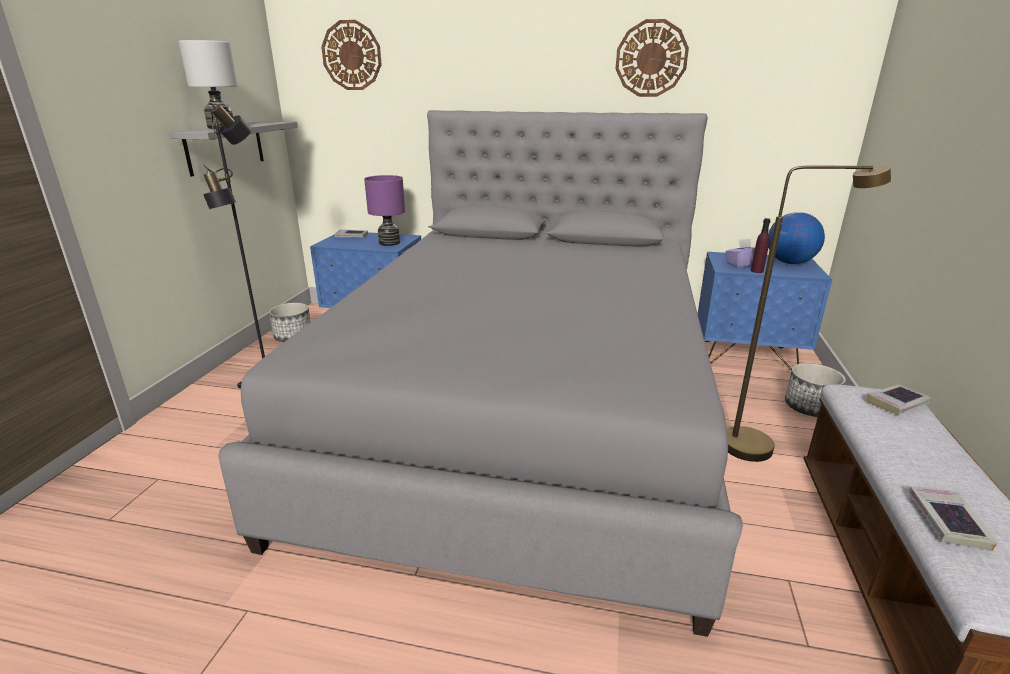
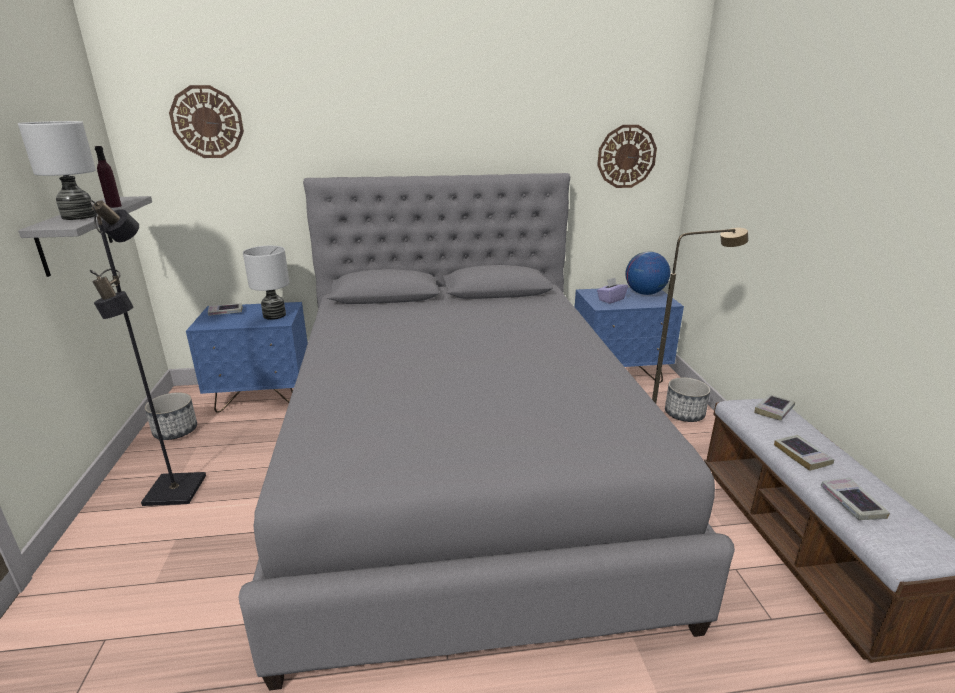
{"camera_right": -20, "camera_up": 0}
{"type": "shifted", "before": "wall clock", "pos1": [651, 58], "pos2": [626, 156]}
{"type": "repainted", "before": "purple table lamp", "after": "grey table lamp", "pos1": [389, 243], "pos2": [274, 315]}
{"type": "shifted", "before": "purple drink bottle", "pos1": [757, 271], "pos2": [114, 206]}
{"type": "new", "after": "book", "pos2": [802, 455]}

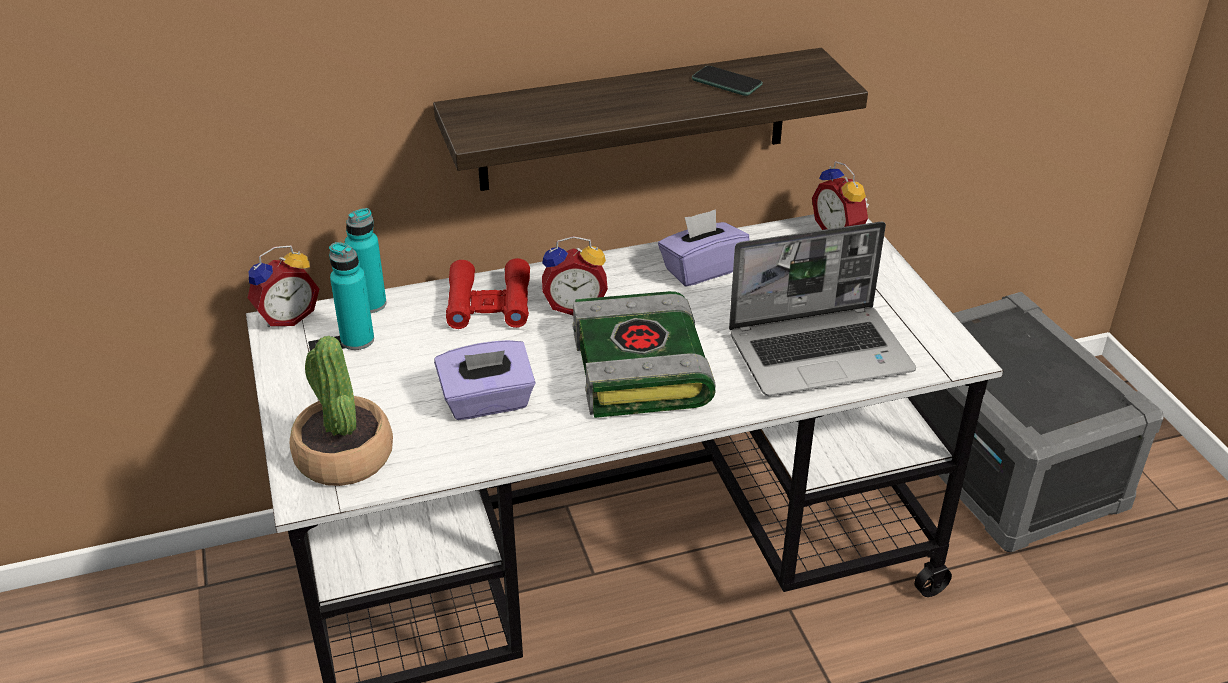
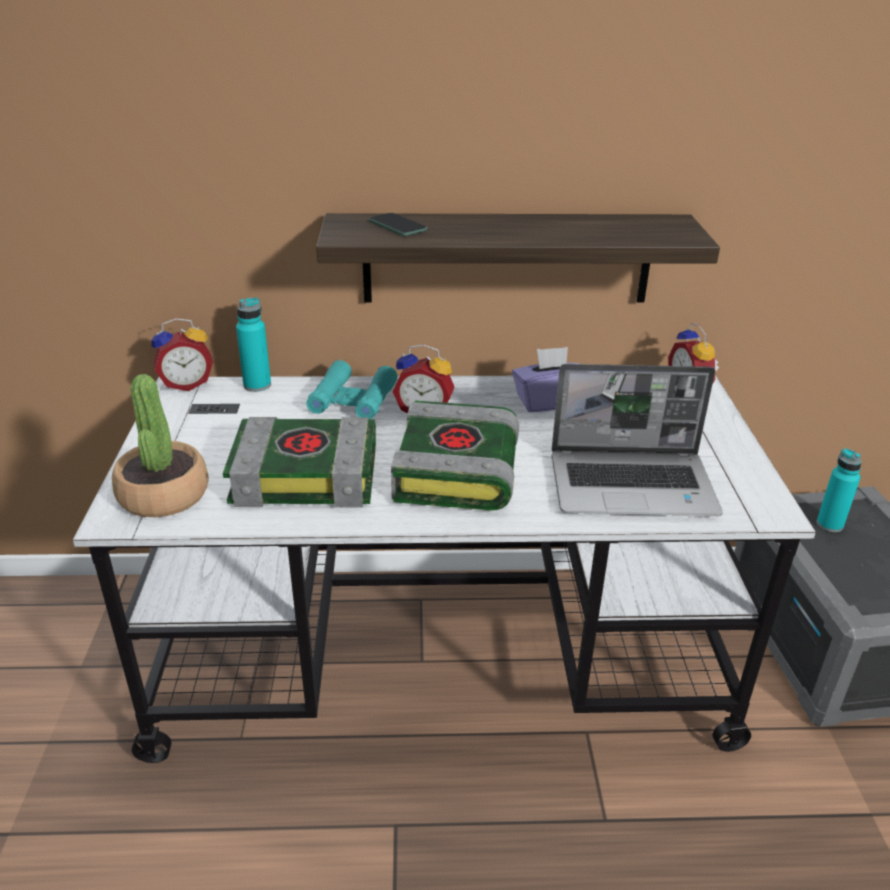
{"camera_right": 15, "camera_up": -5}
{"type": "shifted", "before": "handset", "pos1": [726, 82], "pos2": [397, 226]}
{"type": "shifted", "before": "turquoise drink bottle", "pos1": [357, 340], "pos2": [829, 524]}
{"type": "repainted", "before": "red pair of binoculars", "after": "turquoise pair of binoculars", "pos1": [489, 304], "pos2": [353, 399]}
{"type": "swapped", "before": "purple tissue box", "after": "book", "pos1": [487, 402], "pos2": [308, 474]}

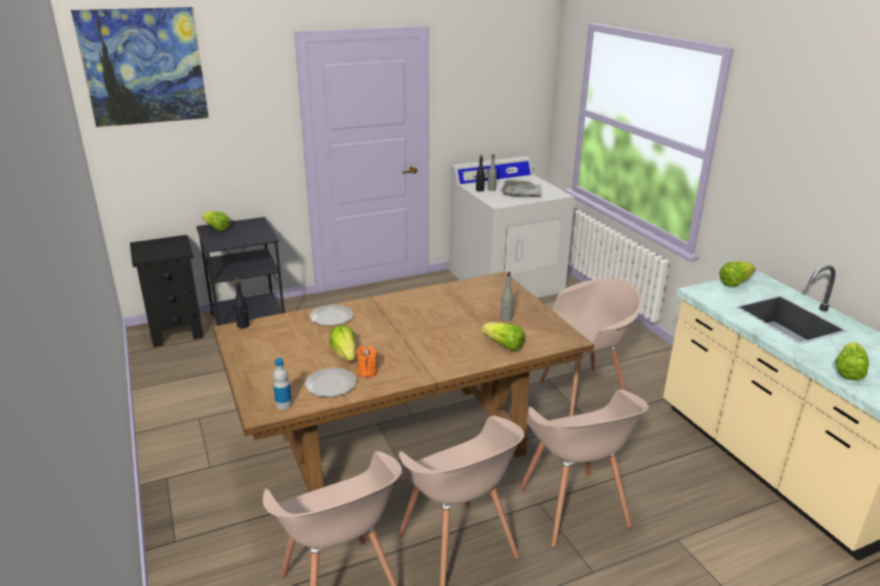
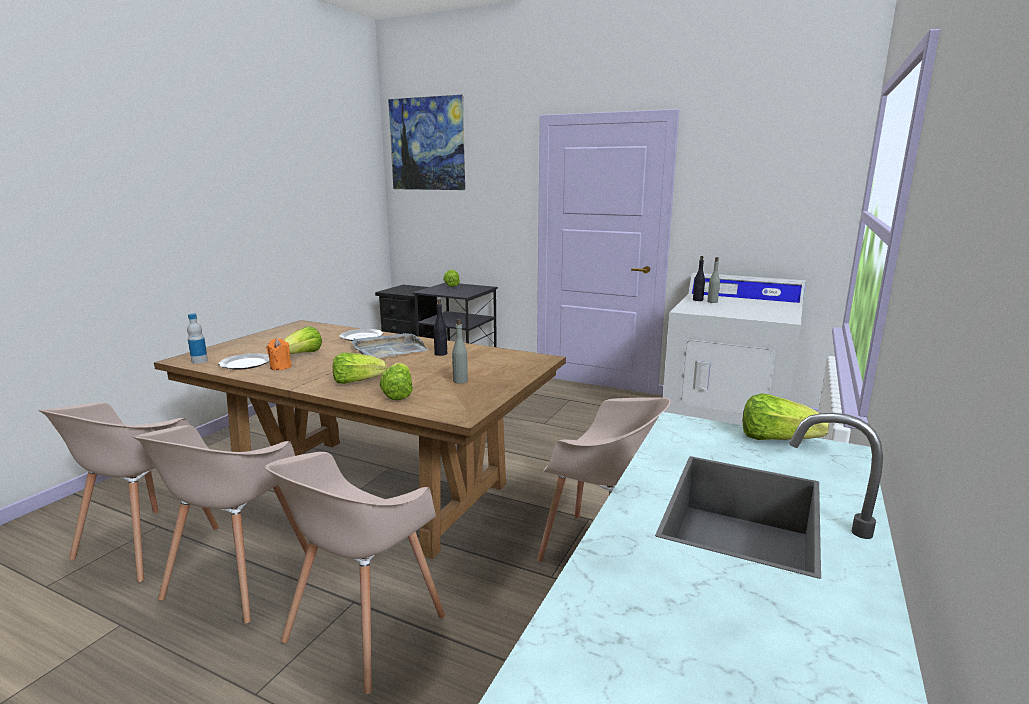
{"camera_right": 50, "camera_up": -10}
{"type": "shifted", "before": "grey tray", "pos1": [522, 191], "pos2": [388, 349]}
{"type": "shifted", "before": "black drink bottle", "pos1": [243, 325], "pos2": [441, 354]}
{"type": "shifted", "before": "head of lettuce", "pos1": [848, 371], "pos2": [357, 381]}

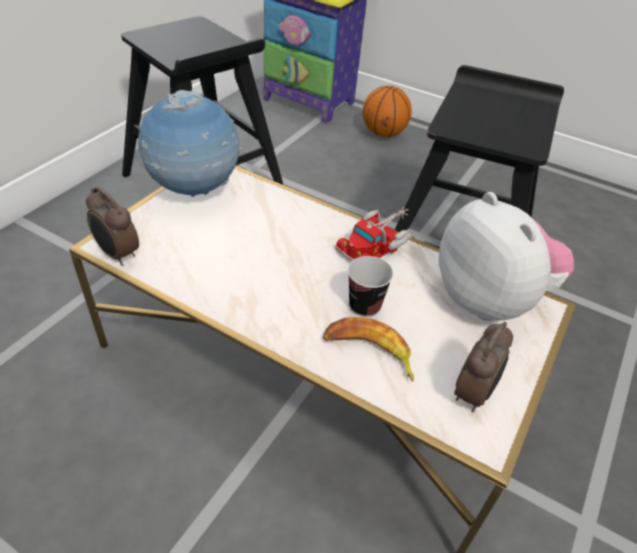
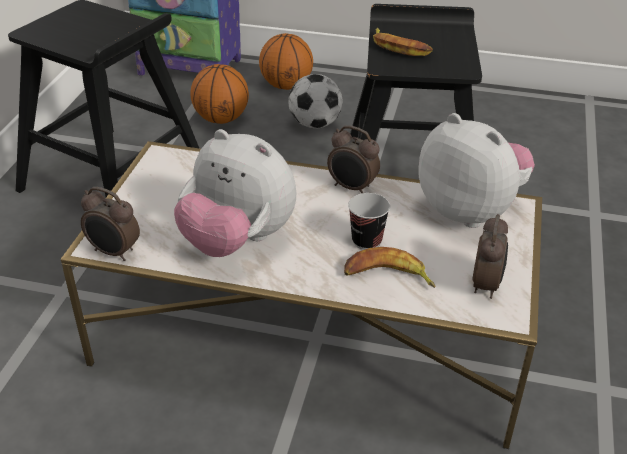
{"camera_right": -15, "camera_up": -5}
{"type": "gone", "before": "globe", "pos1": [194, 191]}
{"type": "swapped", "before": "model truck", "after": "alarm clock", "pos1": [375, 244], "pos2": [352, 188]}
{"type": "new", "after": "banana", "pos2": [399, 47]}
{"type": "new", "after": "basketball ball", "pos2": [221, 119]}
{"type": "new", "after": "ball for football", "pos2": [315, 124]}
{"type": "new", "after": "cuddly toy", "pos2": [238, 241]}

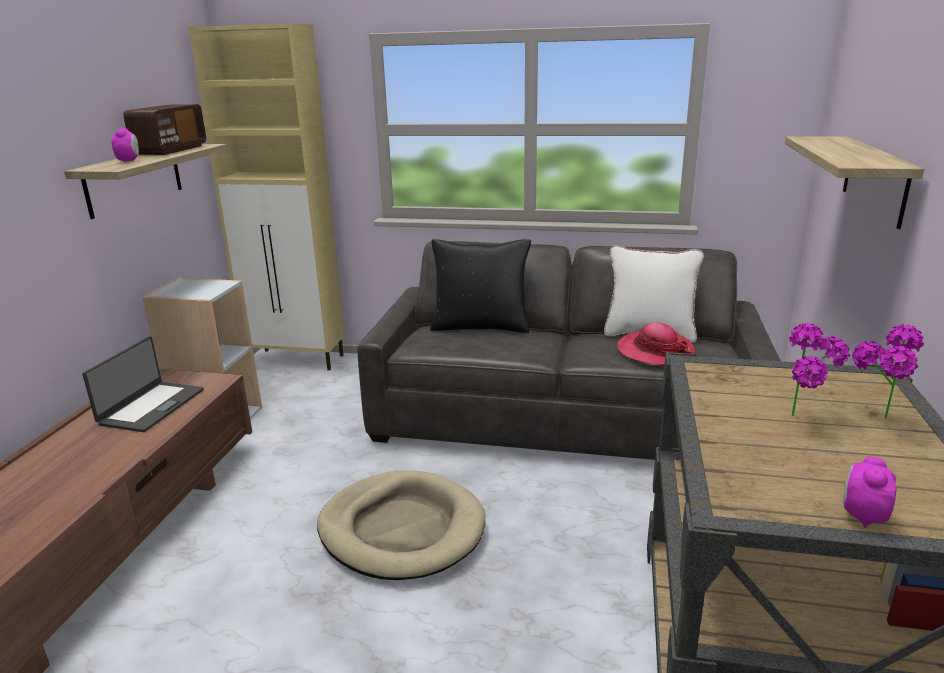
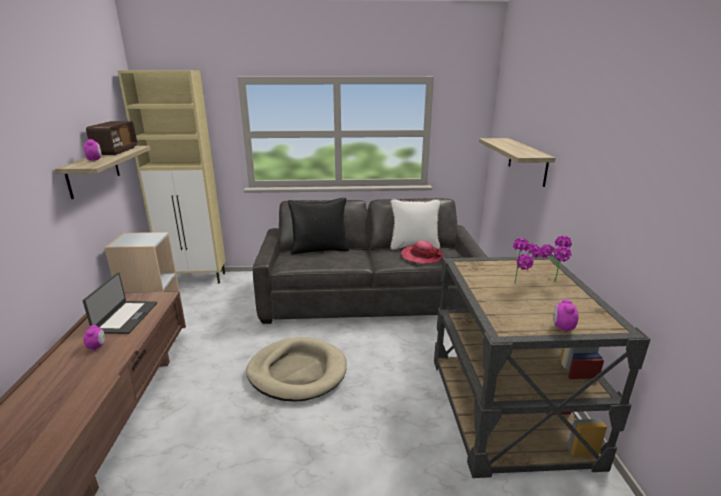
{"camera_right": -15, "camera_up": 0}
{"type": "new", "after": "alarm clock", "pos2": [97, 346]}

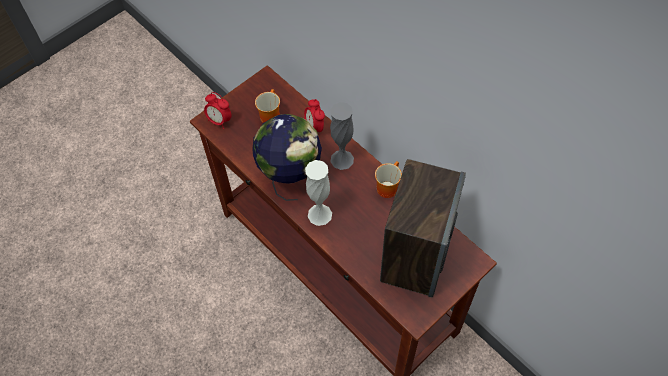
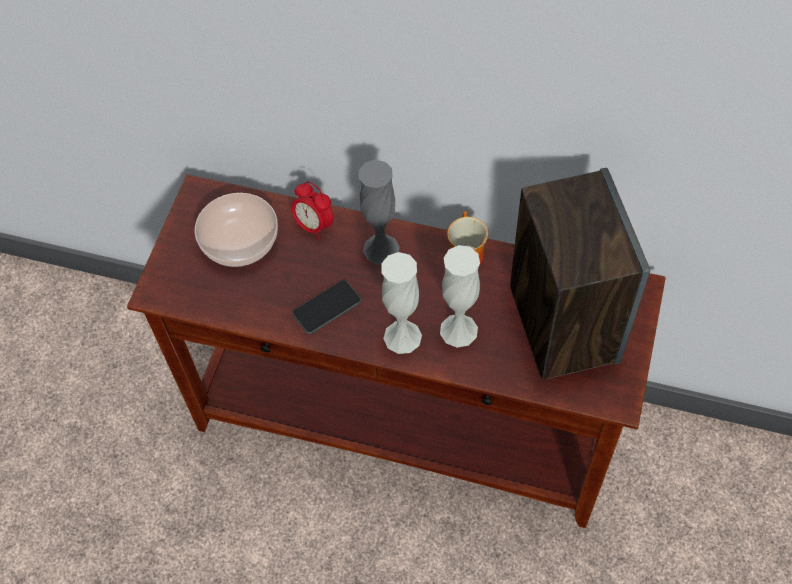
{"camera_right": -30, "camera_up": 0}
{"type": "swapped", "before": "mug", "after": "serving bowl", "pos1": [269, 115], "pos2": [238, 240]}
{"type": "gone", "before": "alarm clock", "pos1": [219, 121]}
{"type": "swapped", "before": "globe", "after": "handset", "pos1": [290, 176], "pos2": [326, 307]}
{"type": "new", "after": "white flower vase", "pos2": [458, 330]}

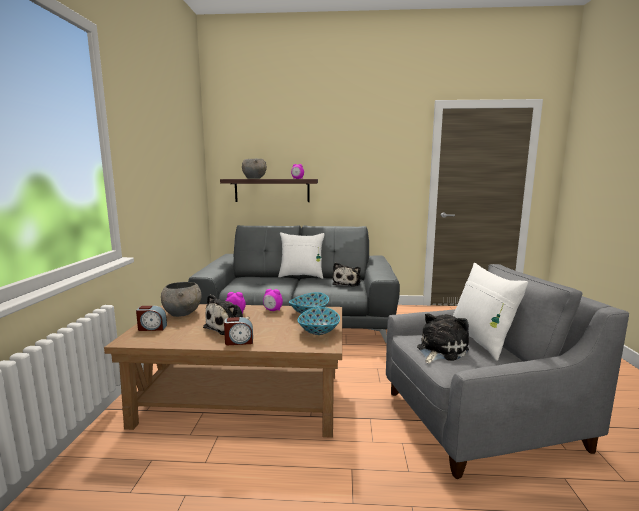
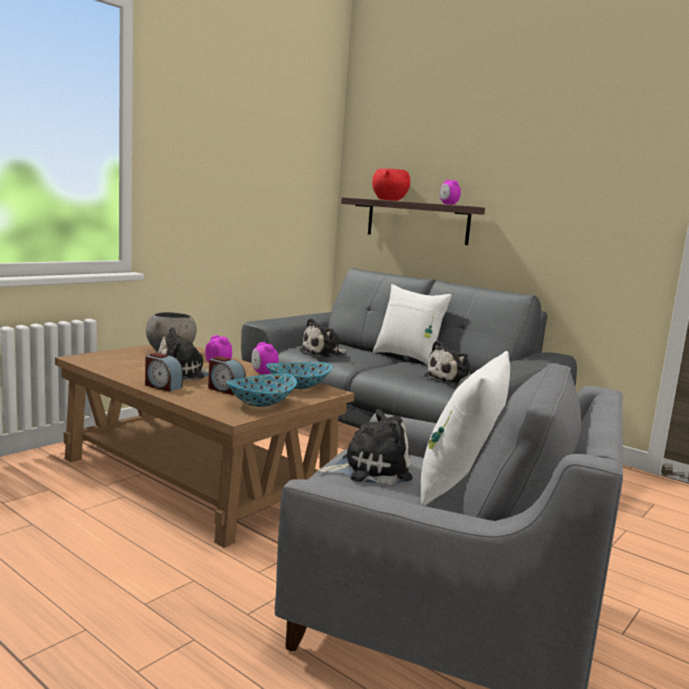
{"camera_right": 35, "camera_up": 0}
{"type": "repainted", "before": "grey serving bowl", "after": "red serving bowl", "pos1": [254, 178], "pos2": [390, 200]}
{"type": "shifted", "before": "alarm clock", "pos1": [152, 328], "pos2": [225, 389]}
{"type": "new", "after": "cuddly toy", "pos2": [324, 353]}

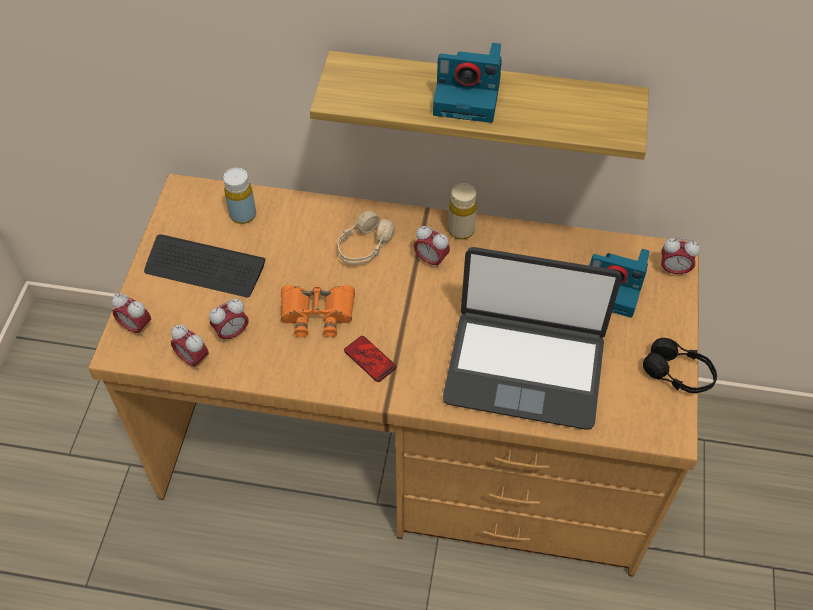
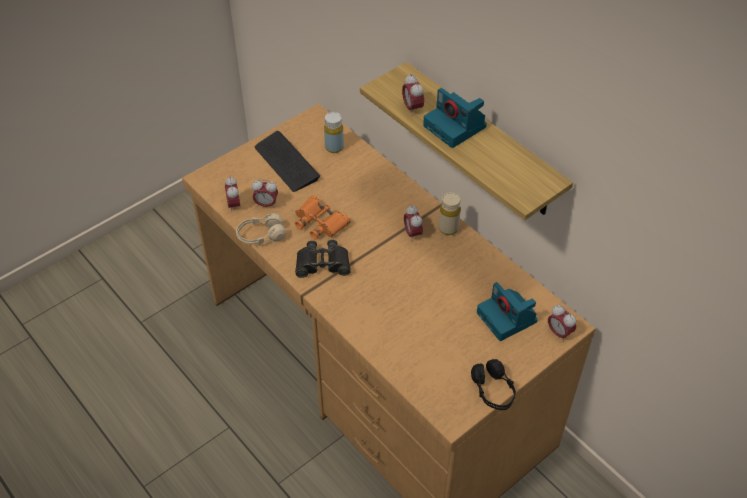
{"camera_right": 40, "camera_up": -5}
{"type": "shifted", "before": "beige-coloured headphones", "pos1": [364, 247], "pos2": [261, 236]}
{"type": "gone", "before": "notebook computer", "pos1": [524, 368]}
{"type": "shifted", "before": "alarm clock", "pos1": [136, 327], "pos2": [412, 108]}
{"type": "swapped", "before": "handset", "after": "black pair of binoculars", "pos1": [370, 359], "pos2": [322, 263]}

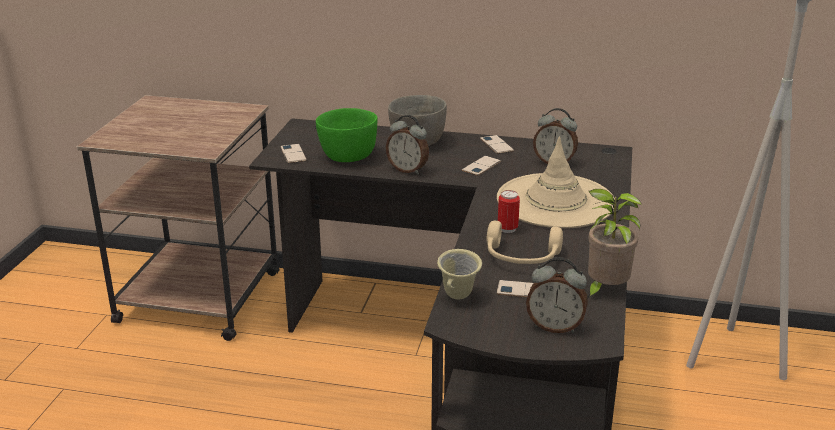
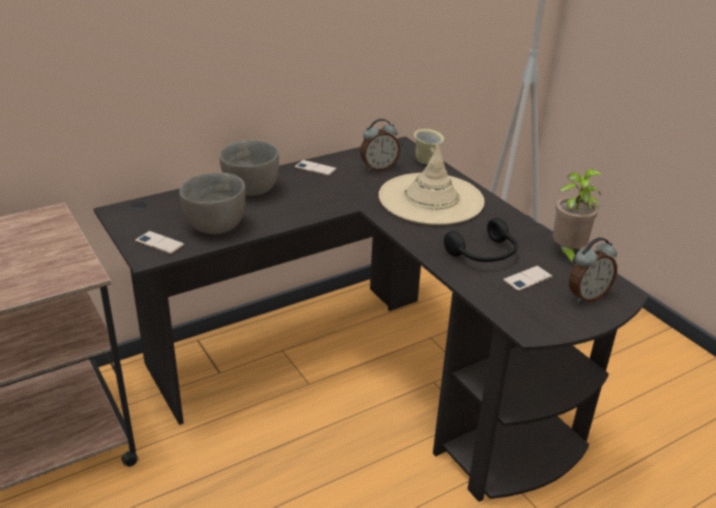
{"camera_right": -45, "camera_up": 5}
{"type": "repainted", "before": "green serving bowl", "after": "grey serving bowl", "pos1": [347, 157], "pos2": [214, 226]}
{"type": "gone", "before": "alarm clock", "pos1": [408, 170]}
{"type": "gone", "before": "handset", "pos1": [481, 166]}
{"type": "gone", "before": "can", "pos1": [507, 229]}
{"type": "repainted", "before": "beige-coloured headphones", "after": "black headphones", "pos1": [521, 258], "pos2": [484, 254]}
{"type": "shifted", "before": "beige-coloured mug", "pos1": [458, 297], "pos2": [426, 162]}

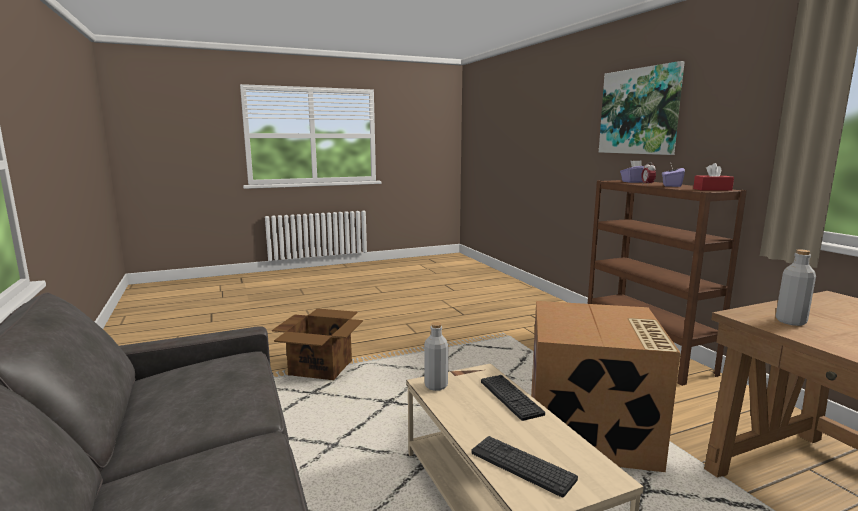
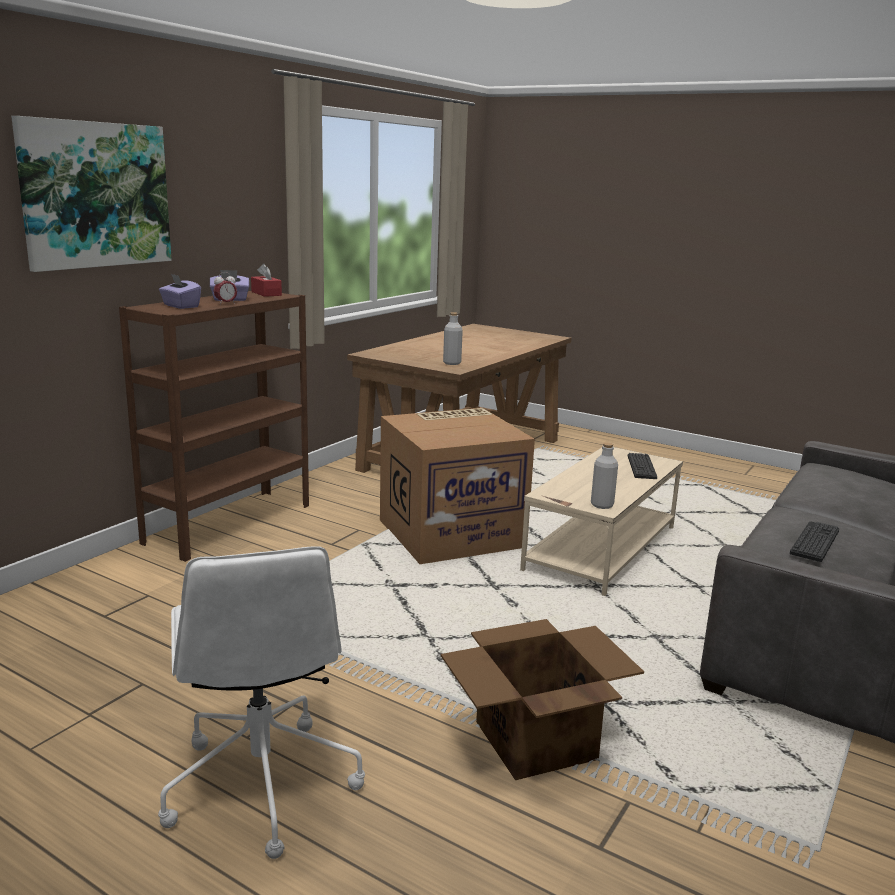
{"camera_right": -125, "camera_up": 5}
{"type": "shifted", "before": "PC keyboard", "pos1": [510, 397], "pos2": [815, 542]}
{"type": "new", "after": "white office chair", "pos2": [260, 780]}

